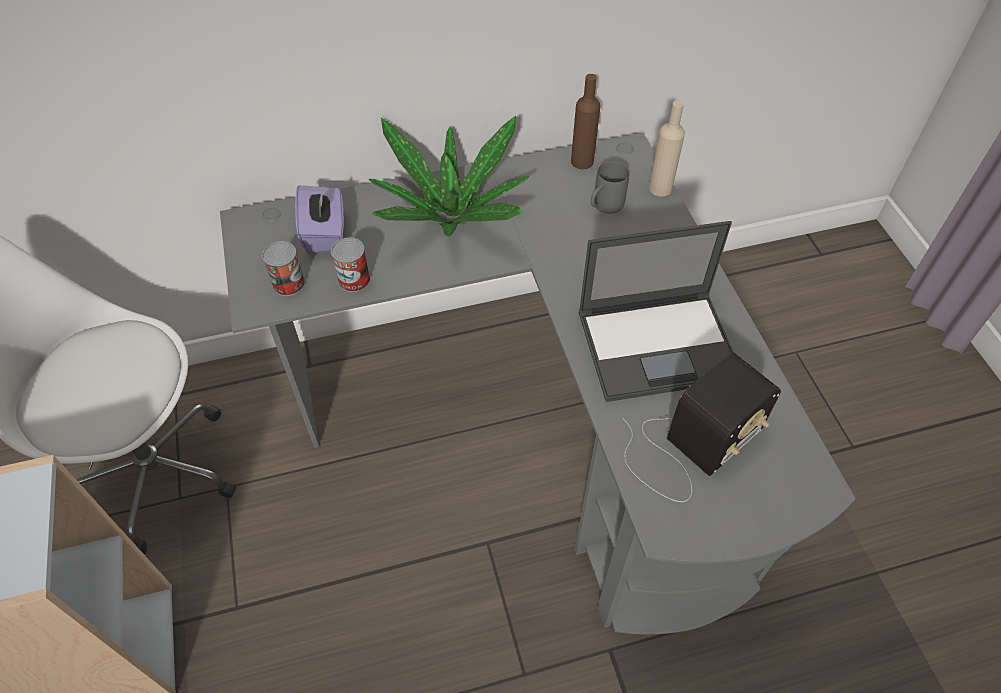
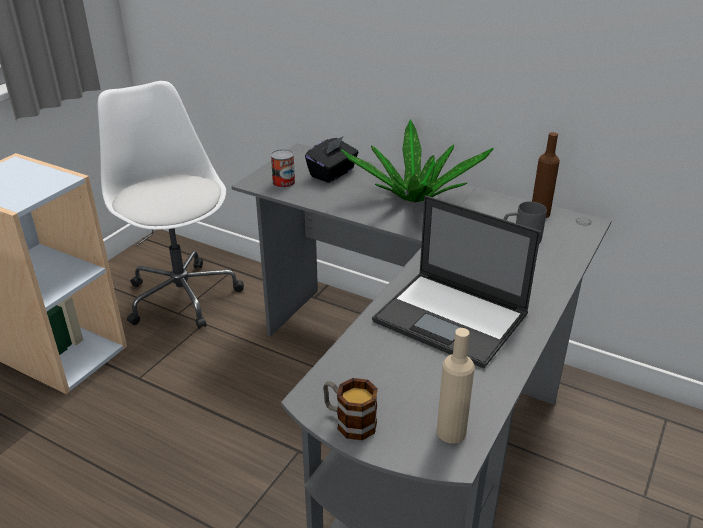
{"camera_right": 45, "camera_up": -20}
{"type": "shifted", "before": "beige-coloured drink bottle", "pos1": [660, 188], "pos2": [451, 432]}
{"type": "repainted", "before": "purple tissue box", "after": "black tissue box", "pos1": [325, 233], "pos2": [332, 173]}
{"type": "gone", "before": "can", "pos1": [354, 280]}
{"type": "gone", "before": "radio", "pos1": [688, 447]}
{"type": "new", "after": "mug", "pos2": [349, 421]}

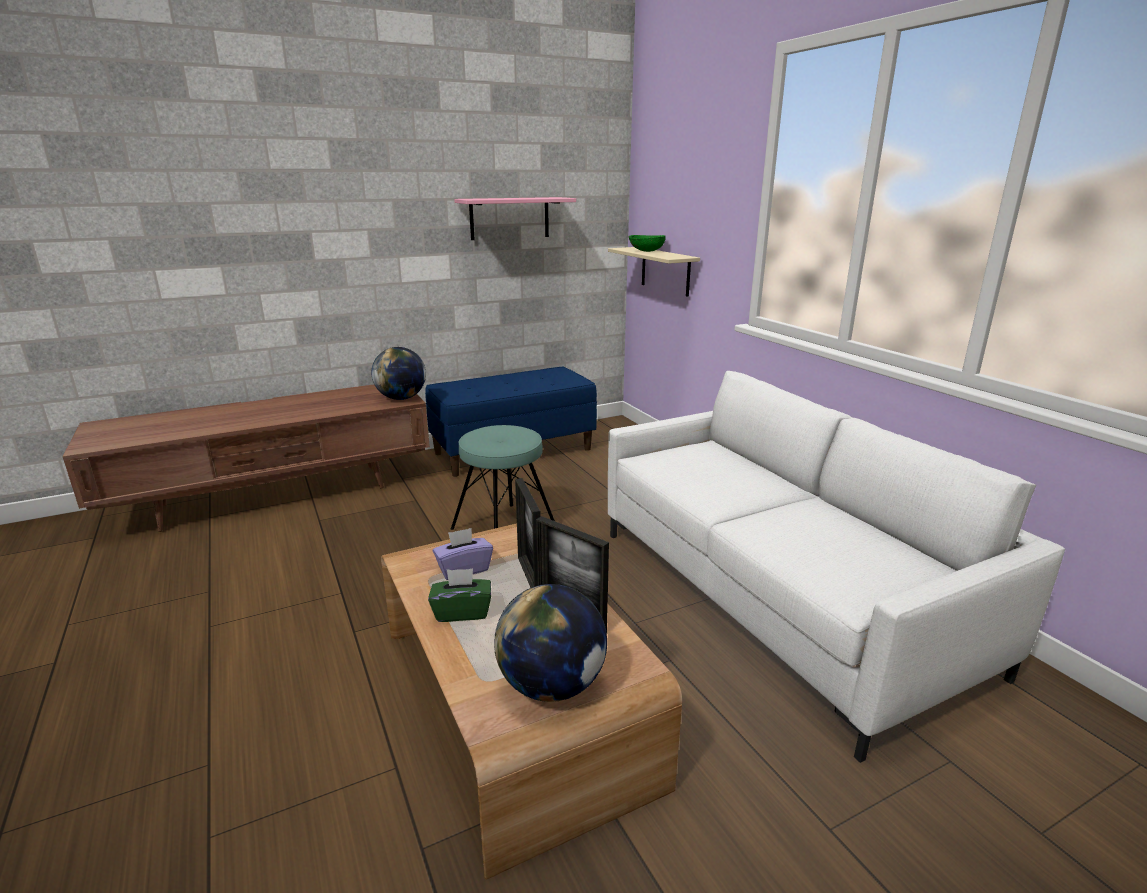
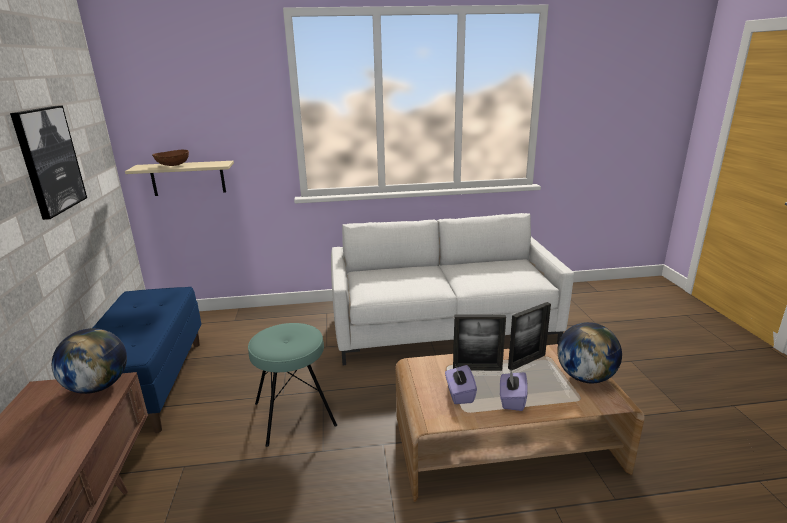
{"camera_right": -70, "camera_up": 0}
{"type": "swapped", "before": "pink-coloured wall shelf", "after": "wall art", "pos1": [509, 218], "pos2": [49, 160]}
{"type": "repainted", "before": "green serving bowl", "after": "brown-coloured serving bowl", "pos1": [646, 251], "pos2": [173, 165]}
{"type": "repainted", "before": "green tissue box", "after": "purple tissue box", "pos1": [462, 612], "pos2": [512, 400]}

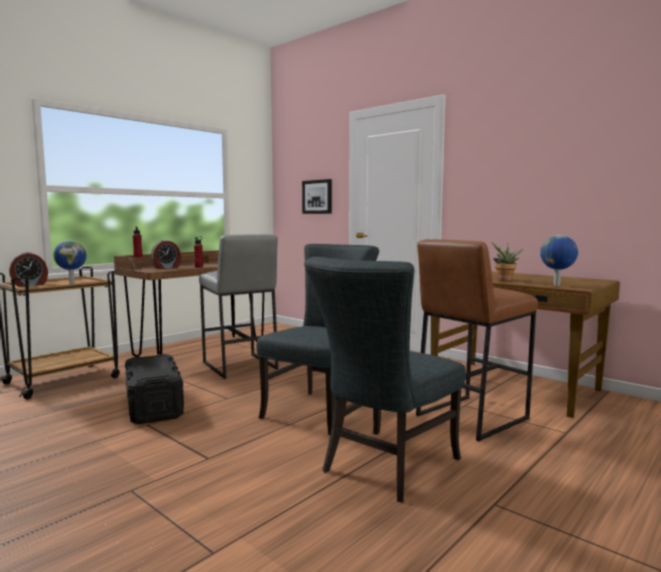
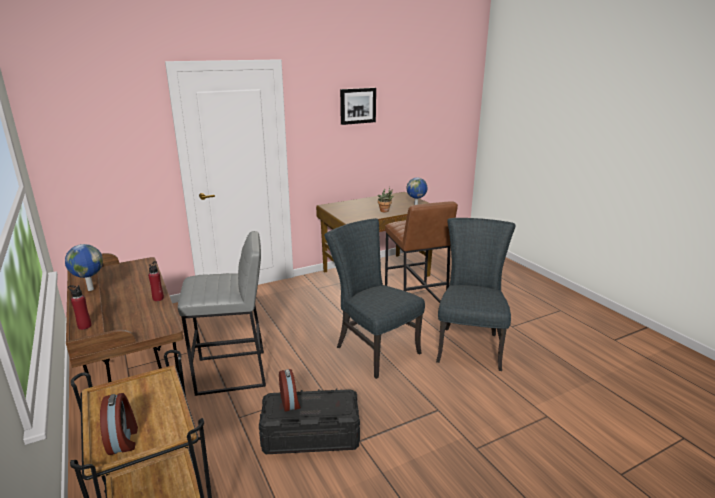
{"camera_right": -70, "camera_up": 15}
{"type": "shifted", "before": "wall art", "pos1": [317, 197], "pos2": [357, 105]}
{"type": "shifted", "before": "alarm clock", "pos1": [167, 267], "pos2": [290, 402]}
{"type": "shifted", "before": "globe", "pos1": [72, 283], "pos2": [90, 289]}
{"type": "rotated", "before": "grey plain chair", "pos1": [385, 467], "pos2": [469, 345], "turn": -135}

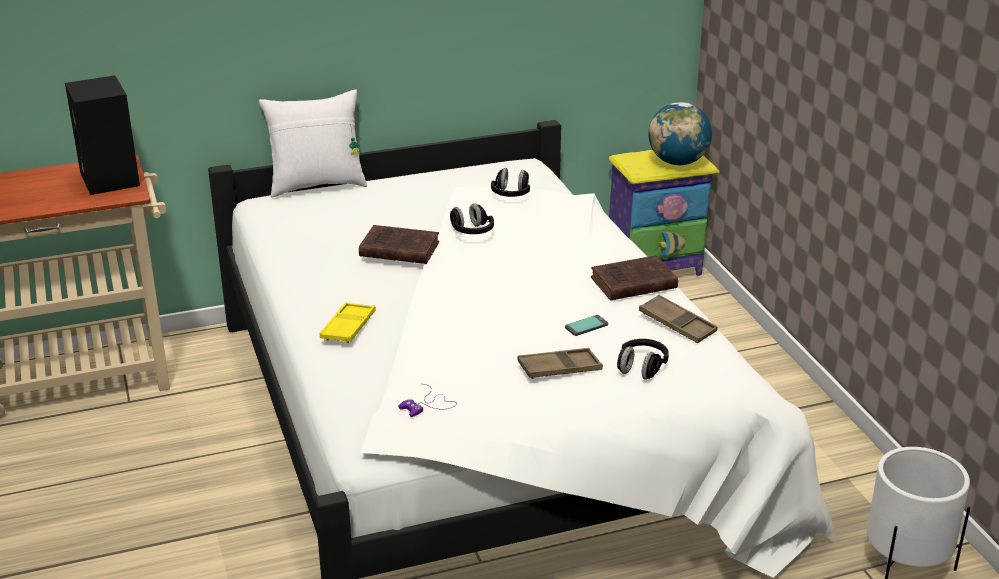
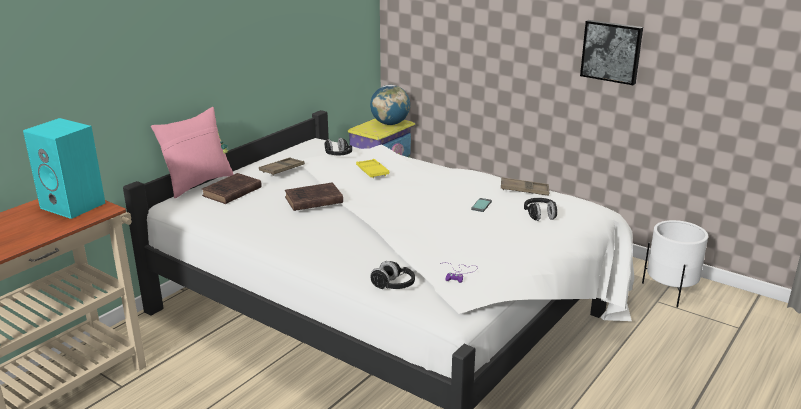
{"camera_right": -35, "camera_up": -5}
{"type": "repainted", "before": "black loudspeaker", "after": "turquoise loudspeaker", "pos1": [111, 180], "pos2": [75, 205]}
{"type": "repainted", "before": "white throw pillow", "after": "pink-coloured throw pillow", "pos1": [317, 186], "pos2": [198, 184]}
{"type": "shifted", "before": "black headphones", "pos1": [471, 231], "pos2": [393, 286]}
{"type": "shifted", "before": "brown-coloured book", "pos1": [631, 283], "pos2": [231, 192]}
{"type": "shifted", "before": "yellow tray", "pos1": [348, 327], "pos2": [372, 171]}
{"type": "shifted", "before": "brown-coloured tray", "pos1": [559, 368], "pos2": [282, 169]}
{"type": "new", "after": "wall art", "pos2": [612, 51]}

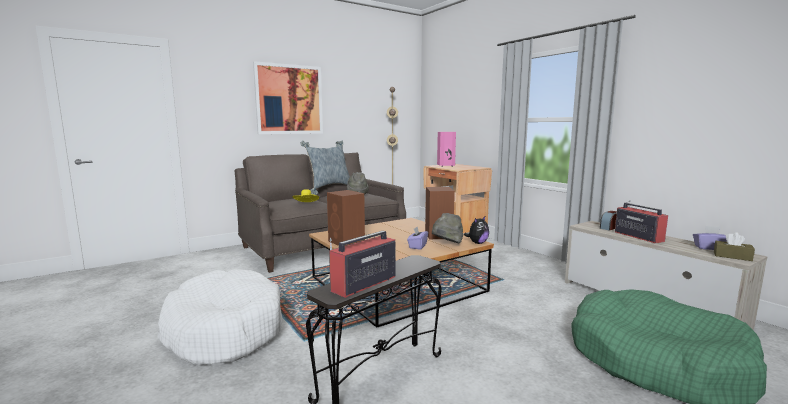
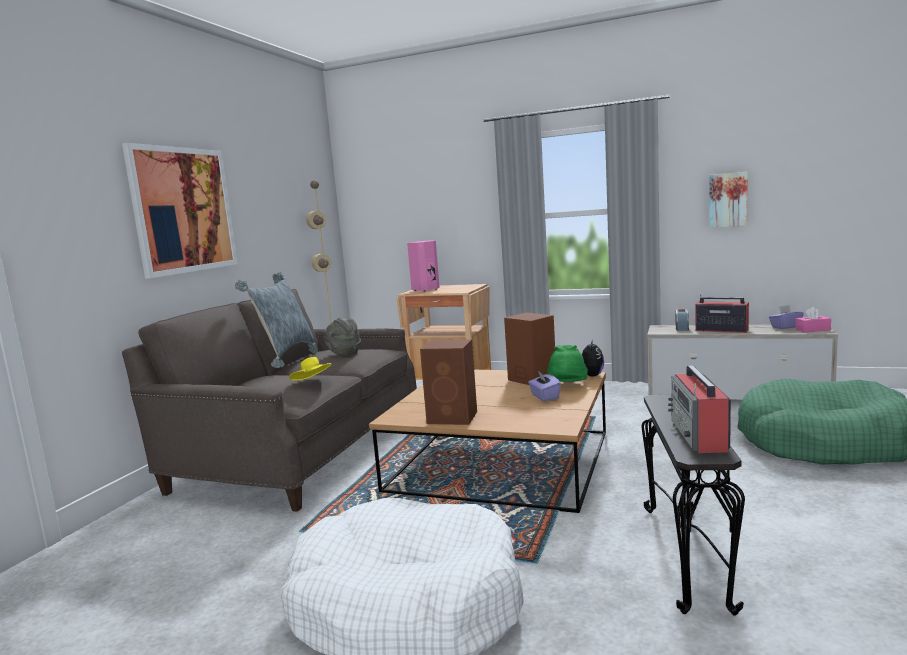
{"camera_right": -35, "camera_up": 0}
{"type": "repainted", "before": "grey hat", "after": "green hat", "pos1": [447, 244], "pos2": [567, 386]}
{"type": "repainted", "before": "brown-coloured tissue box", "after": "pink-coloured tissue box", "pos1": [732, 256], "pos2": [813, 329]}
{"type": "new", "after": "wall art", "pos2": [727, 200]}

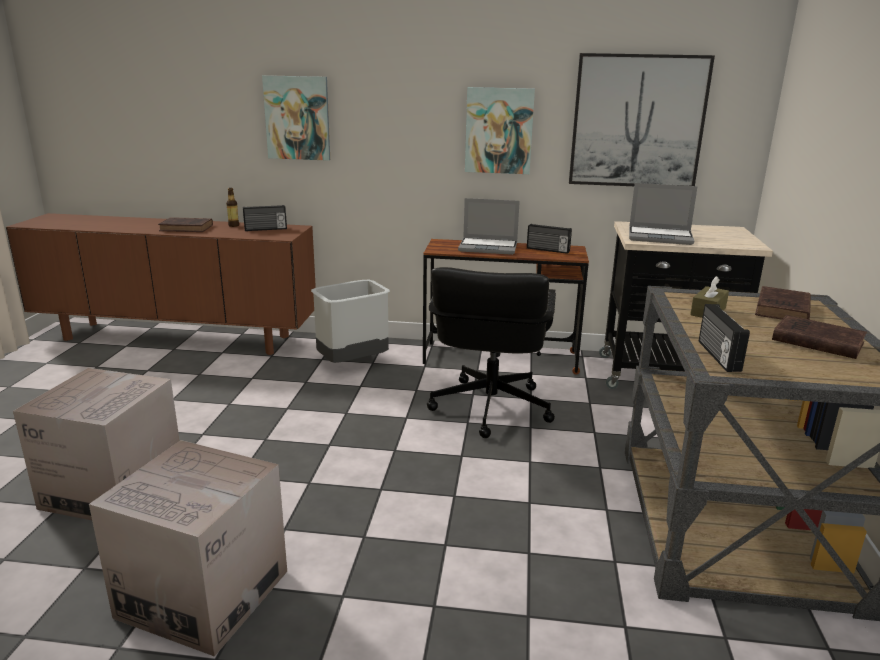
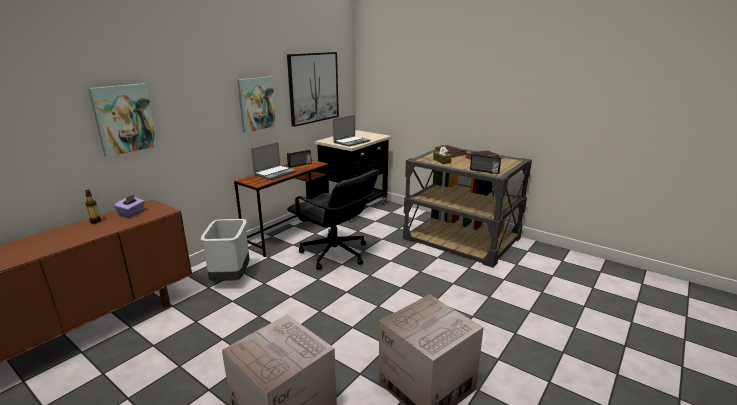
{"camera_right": -60, "camera_up": 0}
{"type": "swapped", "before": "radio", "after": "purple tissue box", "pos1": [265, 229], "pos2": [132, 213]}
{"type": "gone", "before": "brown-coloured book", "pos1": [188, 228]}

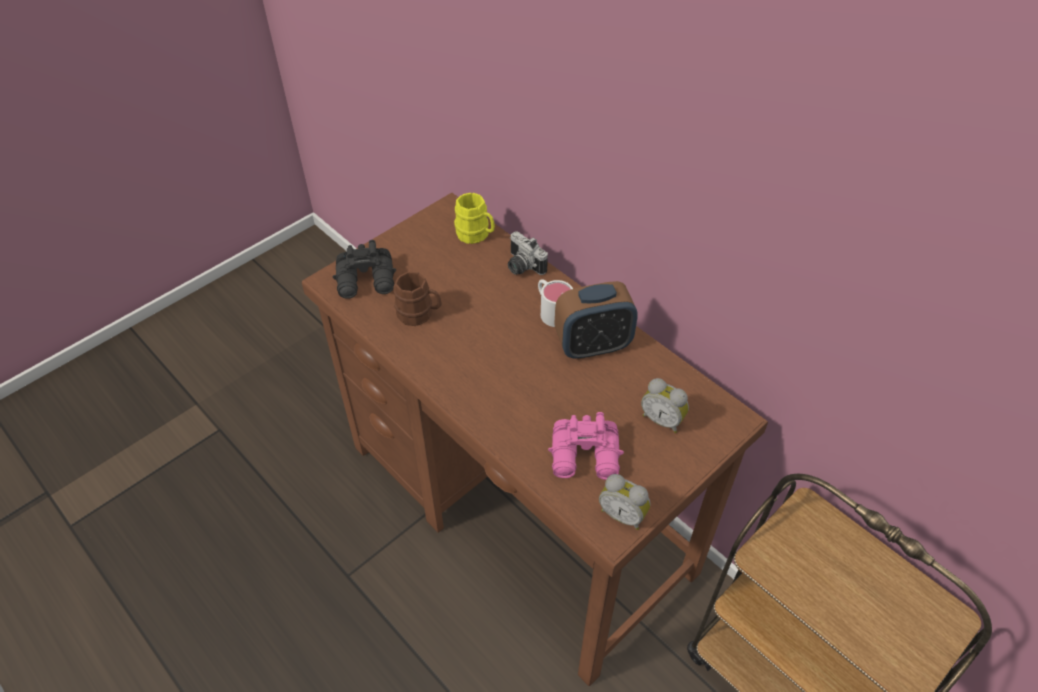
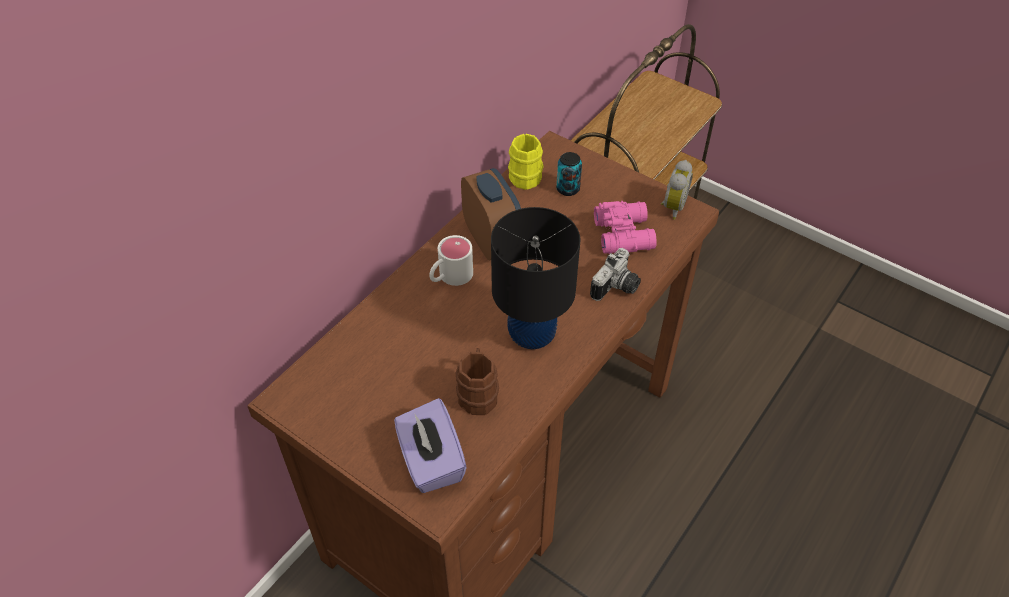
{"camera_right": -100, "camera_up": 0}
{"type": "shifted", "before": "yellow mug", "pos1": [476, 235], "pos2": [527, 174]}
{"type": "shifted", "before": "still camera", "pos1": [522, 266], "pos2": [617, 288]}
{"type": "swapped", "before": "black pair of binoculars", "after": "purple tissue box", "pos1": [367, 281], "pos2": [431, 461]}
{"type": "swapped", "before": "alarm clock", "after": "can", "pos1": [662, 419], "pos2": [568, 189]}
{"type": "new", "after": "black table lamp", "pos2": [534, 336]}

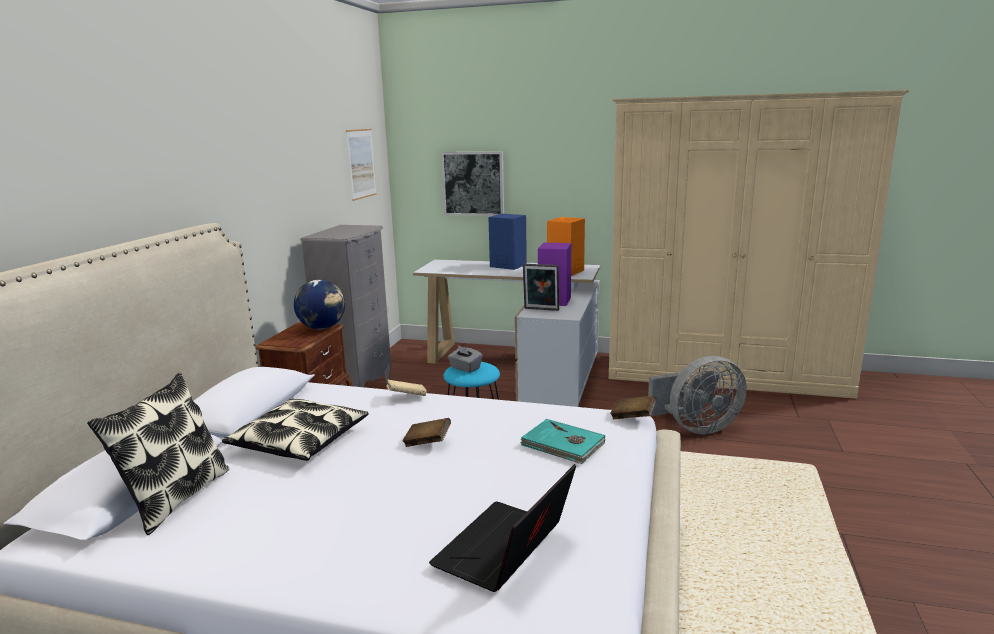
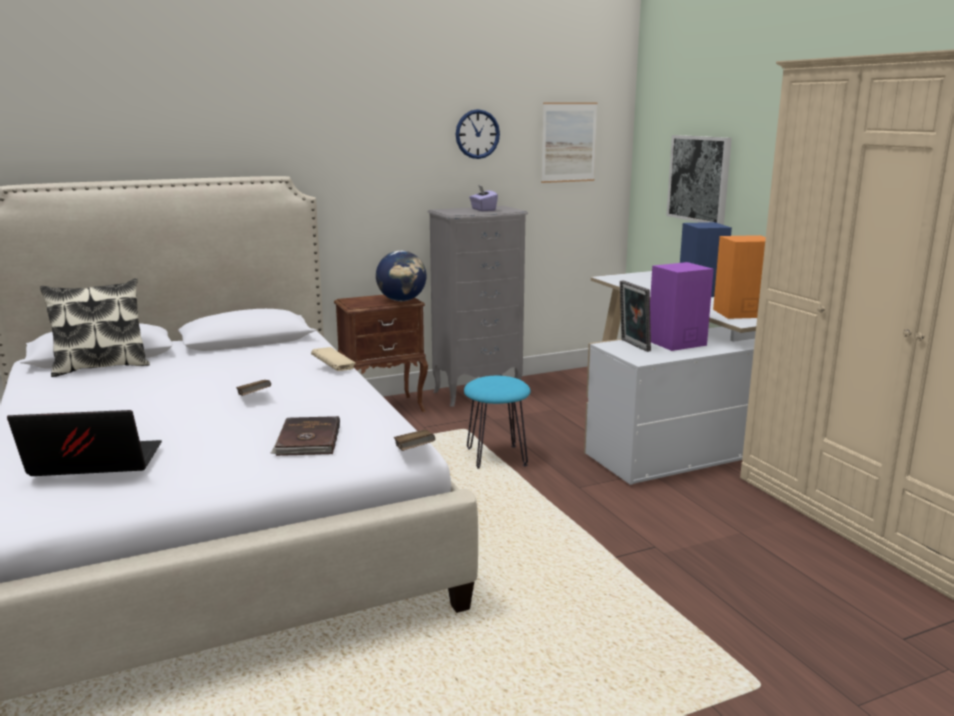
{"camera_right": 50, "camera_up": 0}
{"type": "gone", "before": "grey tissue box", "pos1": [465, 368]}
{"type": "gone", "before": "grey electric fan", "pos1": [696, 428]}
{"type": "gone", "before": "throw pillow", "pos1": [300, 441]}
{"type": "repainted", "before": "turquoise book", "after": "brown-coloured book", "pos1": [563, 445], "pos2": [307, 440]}
{"type": "new", "after": "wall clock", "pos2": [477, 134]}
{"type": "new", "after": "purple tissue box", "pos2": [483, 210]}

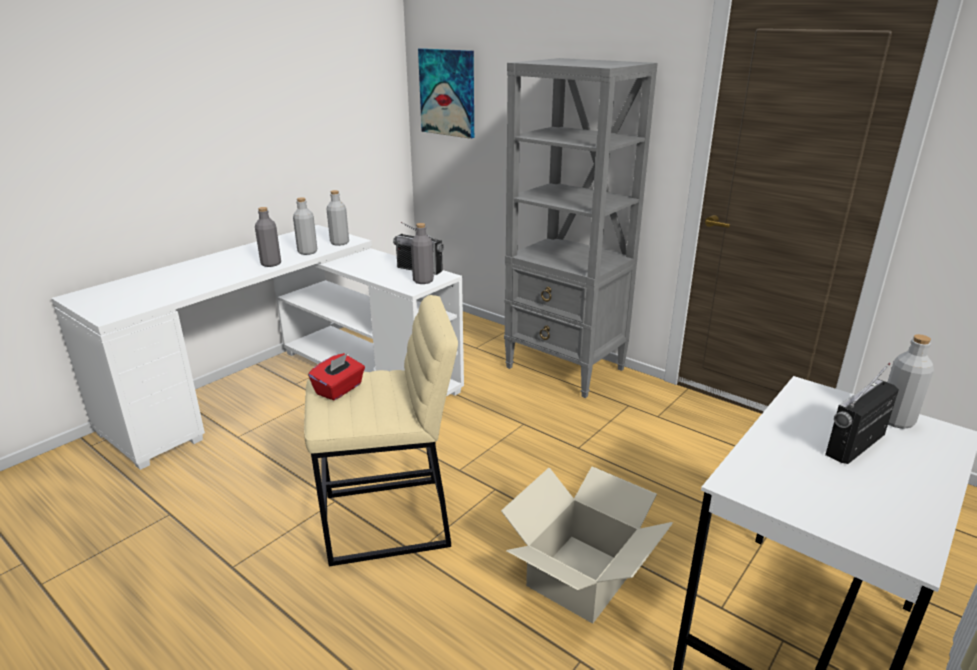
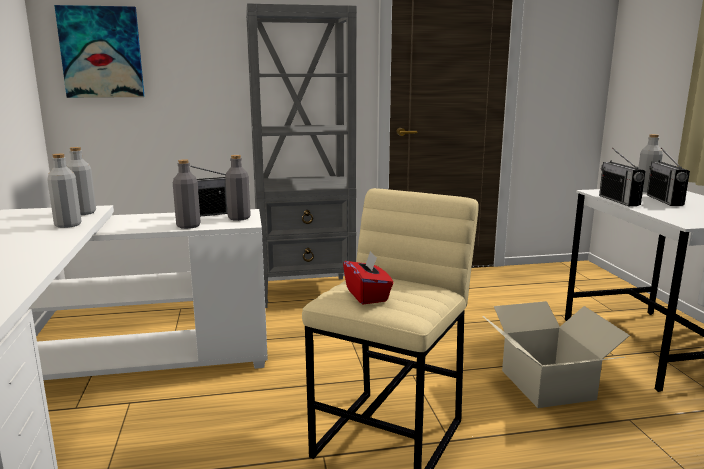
{"camera_right": -50, "camera_up": -10}
{"type": "shifted", "before": "grey drink bottle", "pos1": [271, 264], "pos2": [188, 226]}
{"type": "new", "after": "radio", "pos2": [619, 200]}

